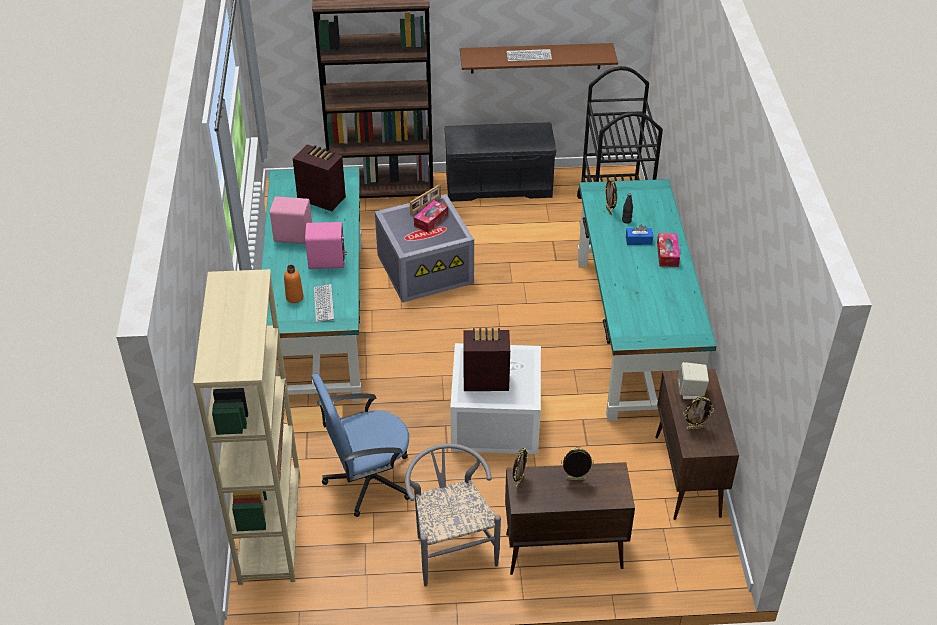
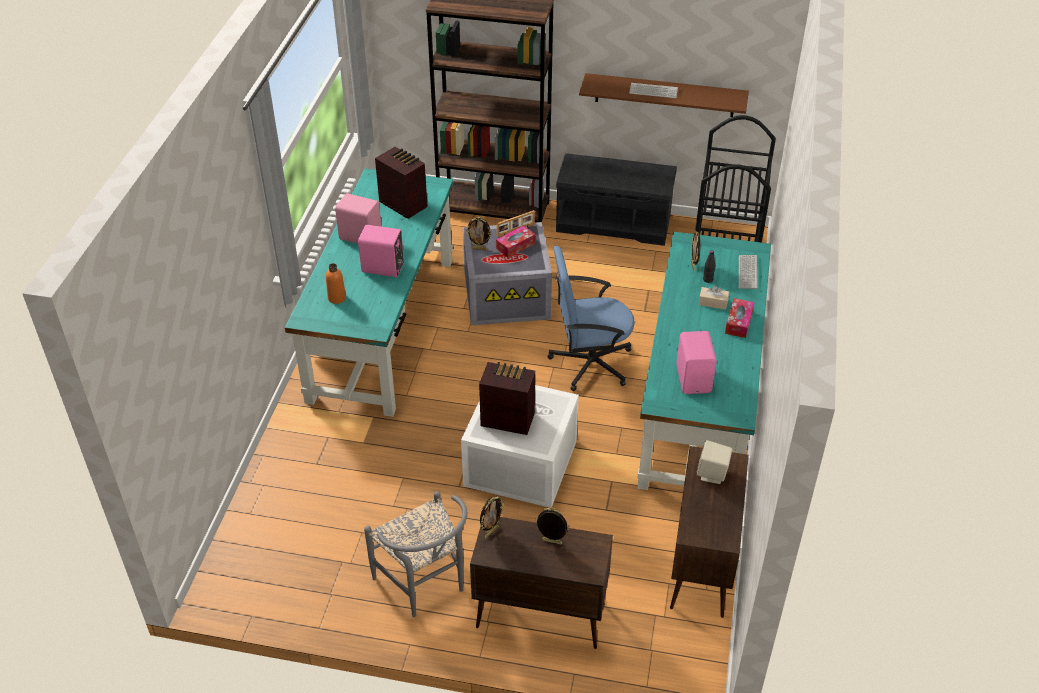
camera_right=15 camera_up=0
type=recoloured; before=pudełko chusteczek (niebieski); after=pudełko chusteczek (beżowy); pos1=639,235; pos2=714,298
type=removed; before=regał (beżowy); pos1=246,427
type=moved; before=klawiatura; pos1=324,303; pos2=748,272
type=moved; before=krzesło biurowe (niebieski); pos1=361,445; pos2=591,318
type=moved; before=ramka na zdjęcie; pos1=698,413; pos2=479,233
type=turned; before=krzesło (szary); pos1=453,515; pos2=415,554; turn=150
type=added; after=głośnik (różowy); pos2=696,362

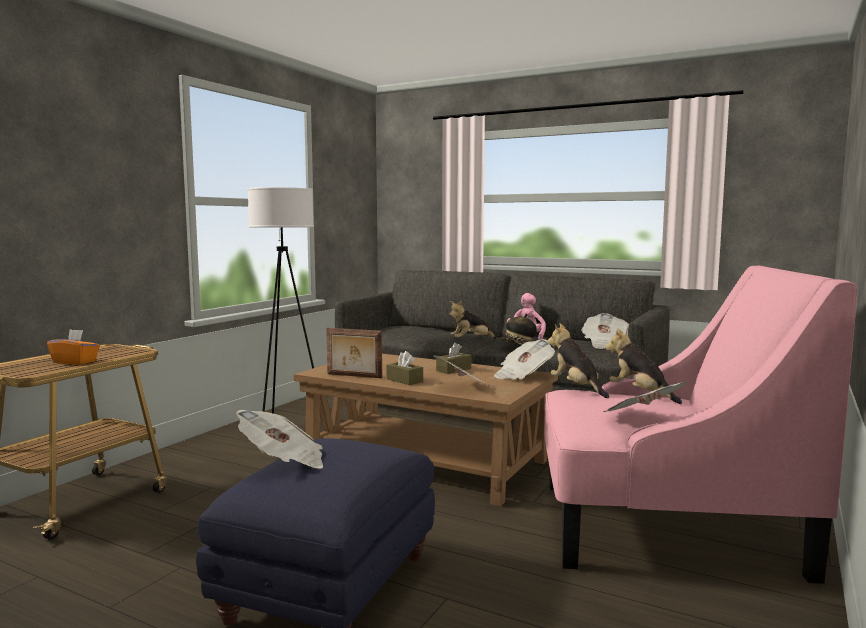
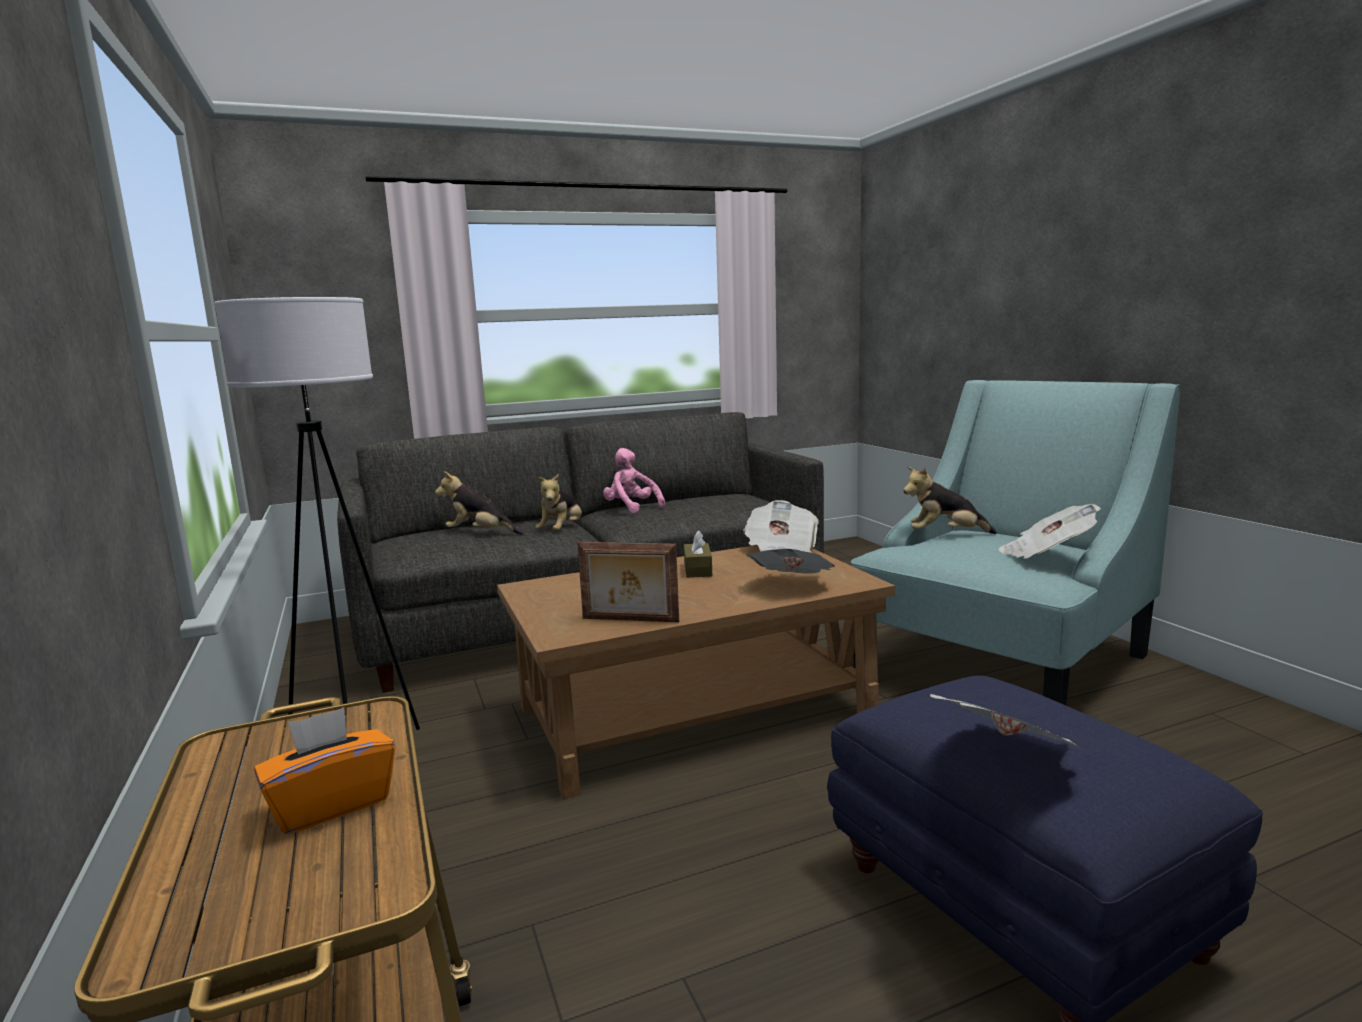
camera_right=-50 camera_up=5
type=recoloured; before=fotel (różowy); after=fotel (turkusowy); pos1=700,425; pos2=1015,542
type=removed; before=kapelusz; pos1=518,329
type=removed; before=gazeta; pos1=605,331
type=moved; before=pluszak; pos1=578,361; pos2=479,503
type=turned; before=ramka na zdjęcie; pos1=354,353; pos2=628,582; turn=45
type=removed; before=pudełko chusteczek (brązowy); pos1=405,368

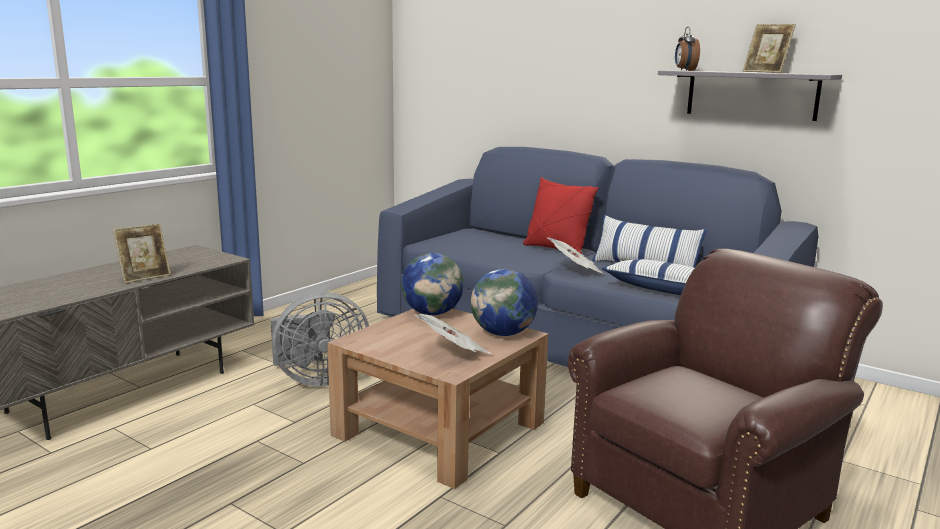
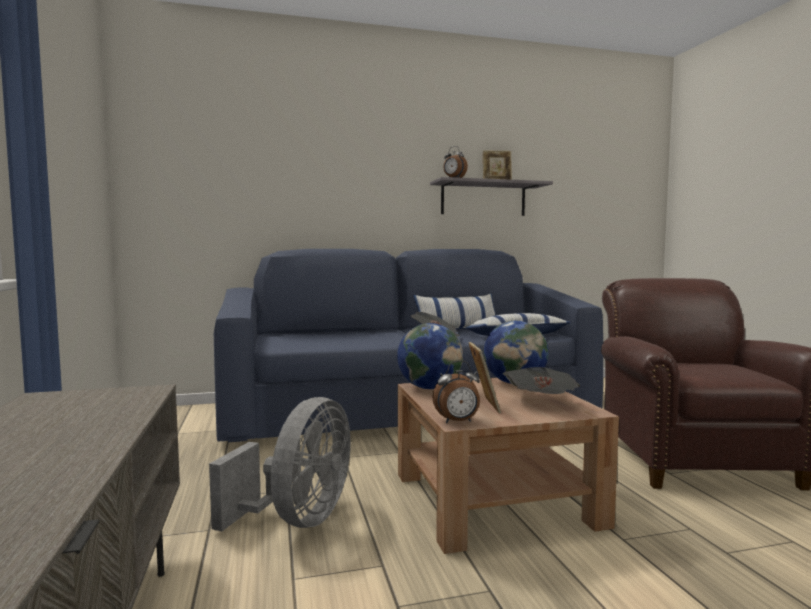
camera_right=-50 camera_up=-10
type=removed; before=poduszka (czerwony); pos1=561,215
type=moved; before=ramka na zdjęcie; pos1=142,254; pos2=485,378
type=added; after=budzik; pos2=456,391

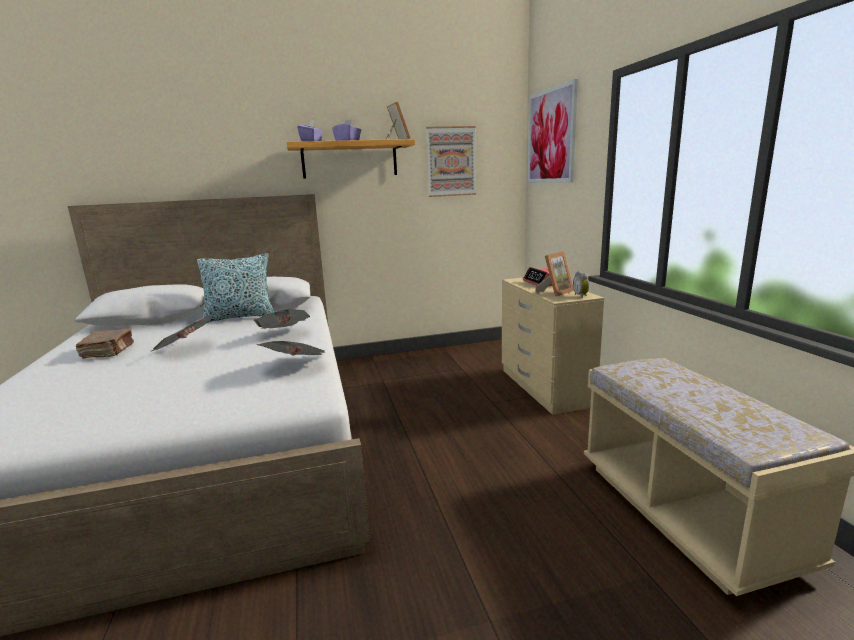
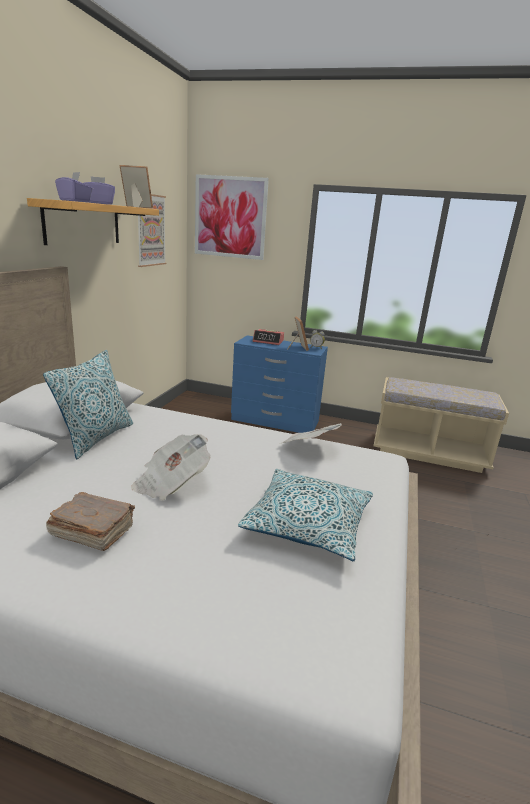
camera_right=-60 camera_up=5
type=recoloured; before=komoda (beżowy); after=komoda (niebieski); pos1=553,346; pos2=279,384
type=removed; before=gazeta; pos1=281,319
type=added; after=poduszka; pos2=305,515

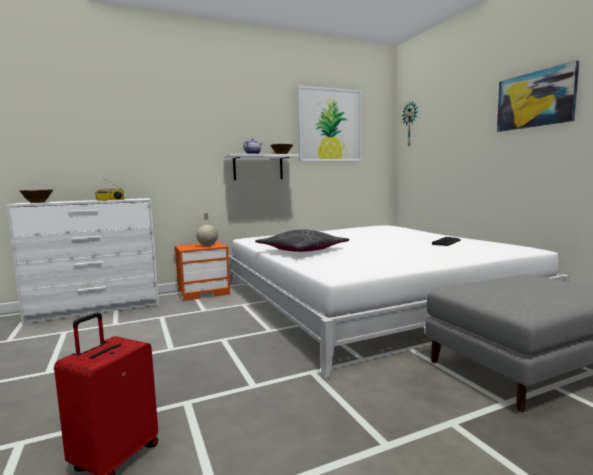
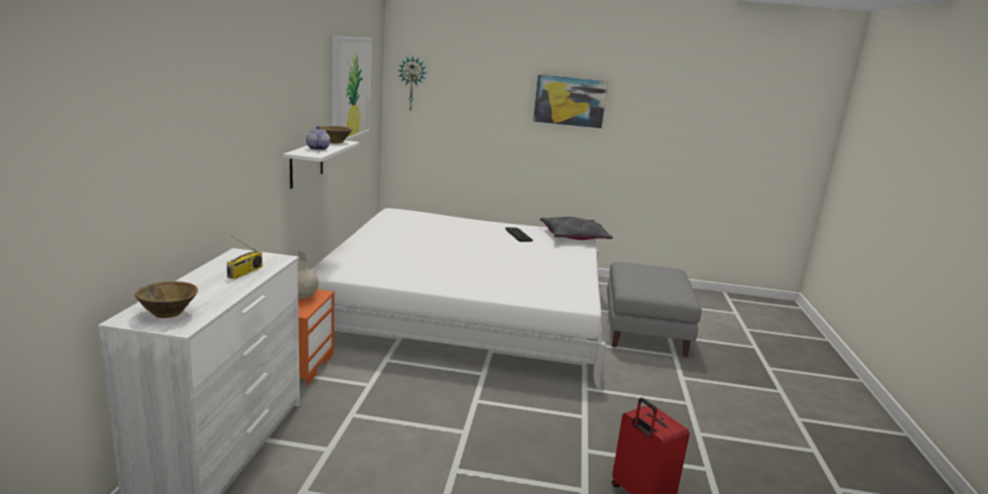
camera_right=-60 camera_up=10
type=moved; before=poduszka (szary); pos1=302,240; pos2=576,228

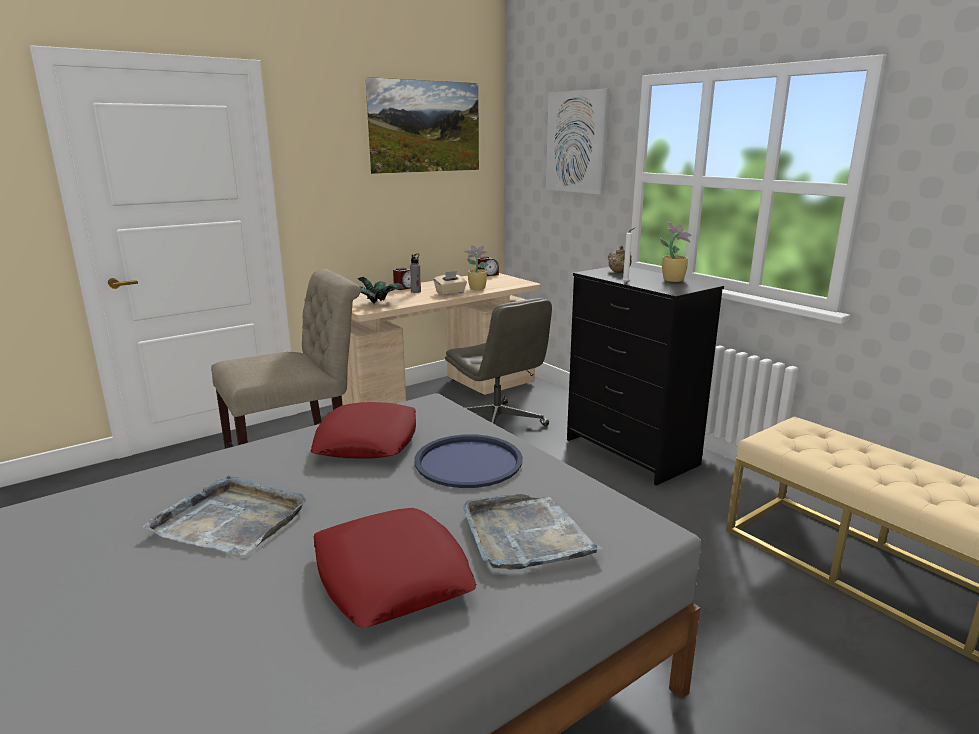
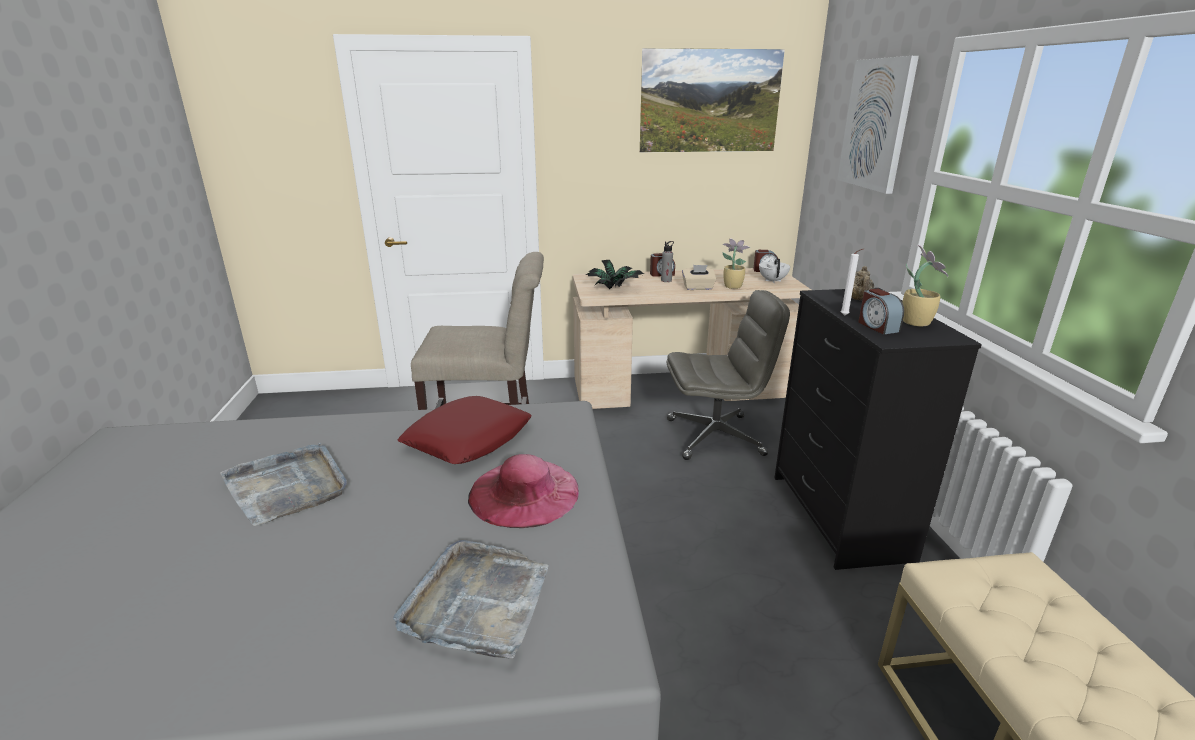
camera_right=30 camera_up=5
type=turned; before=krzesło biurowe (szary); pos1=498,362; pos2=728,375; turn=-90
type=replaced; before=taca (niebieski); after=kapelusz (różowy); pos1=468,461; pos2=523,491
type=removed; before=poduszka (czerwony); pos1=394,568
type=added; after=imbryk (biały); pos2=774,271
type=added; after=budzik; pos2=881,312

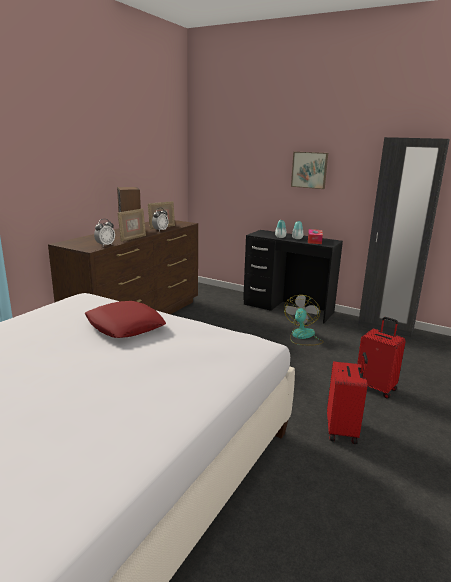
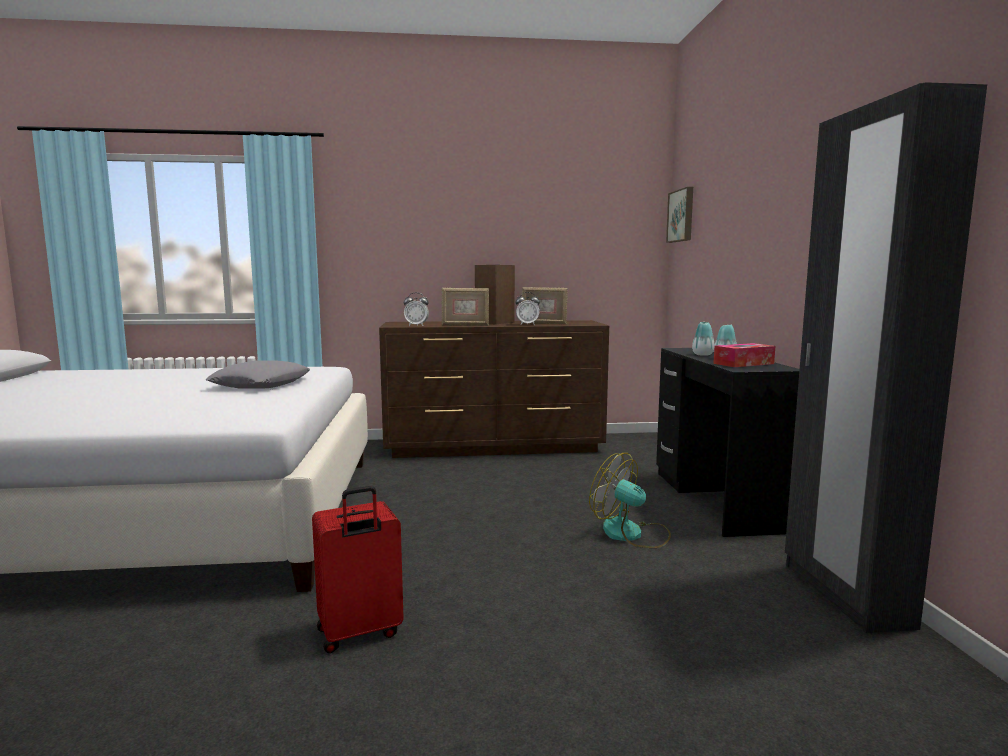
camera_right=55 camera_up=-10
type=moved; before=obraz; pos1=309,170; pos2=679,215
type=turned; before=wentylator; pos1=304,320; pos2=630,500; turn=-120
type=recoloured; before=poduszka (czerwony); after=poduszka (szary); pos1=125,319; pos2=257,374
type=removed; before=walizka (czerwony); pos1=381,357

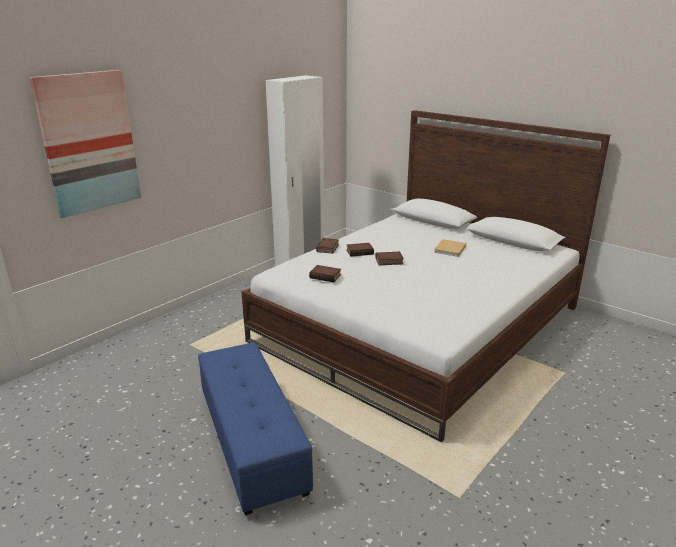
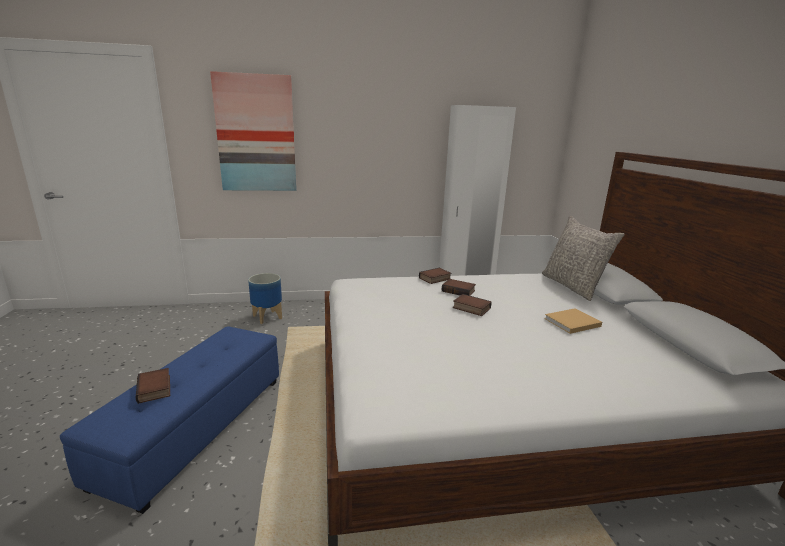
camera_right=40 camera_up=-5
type=moved; before=książka; pos1=325,273; pos2=153,386
type=added; after=poduszka (szary); pos2=583,258
type=added; after=donica; pos2=265,298

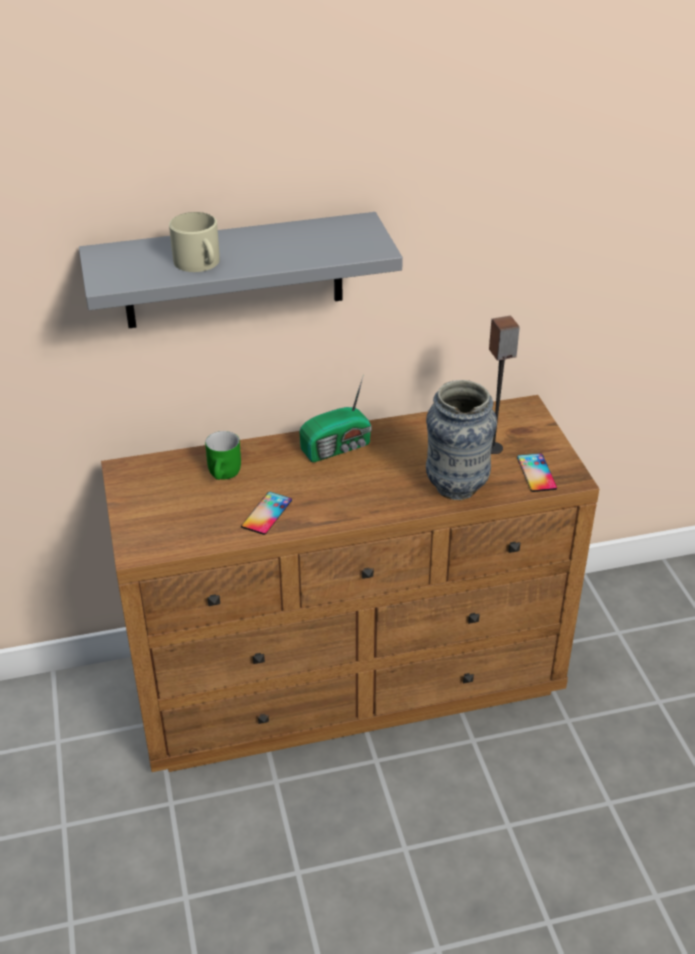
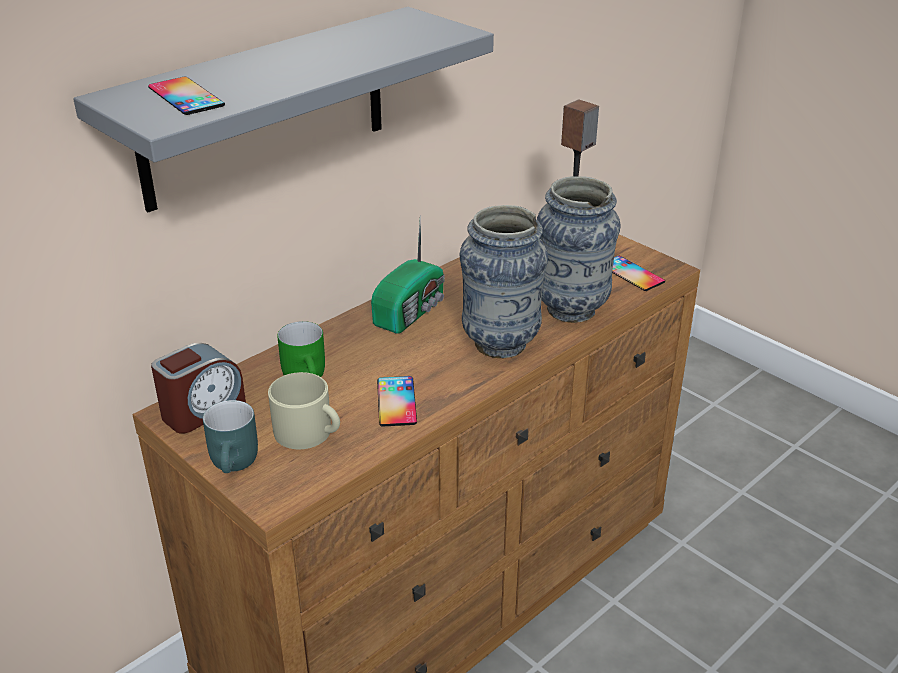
camera_right=-30 camera_up=-5
type=moved; before=kubek (beżowy); pos1=194,242; pos2=304,410
type=added; after=telefon; pos2=186,96
type=added; after=wazon; pos2=504,281
type=added; after=budzik; pos2=198,388
type=added; after=kubek (turkusowy); pos2=230,436

